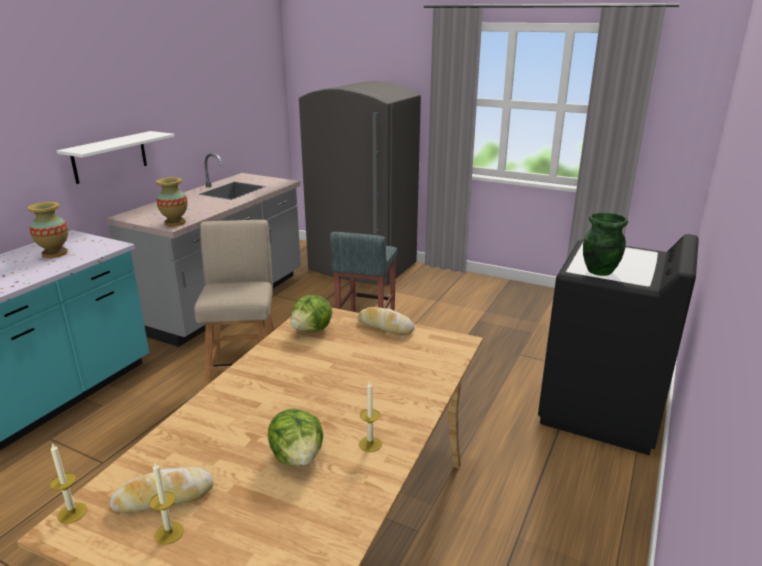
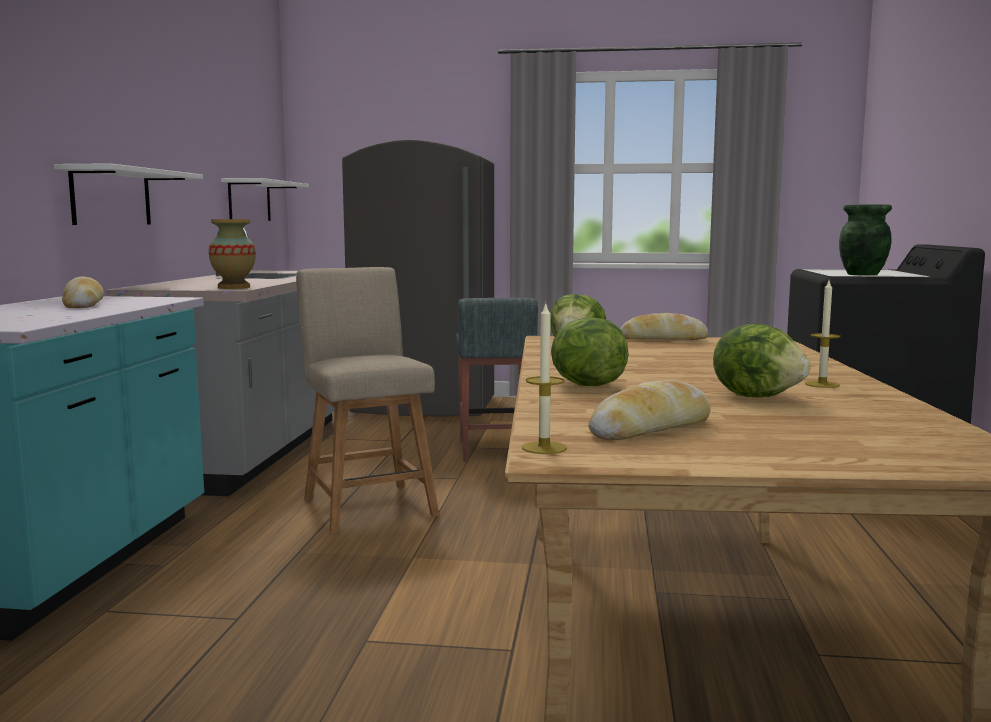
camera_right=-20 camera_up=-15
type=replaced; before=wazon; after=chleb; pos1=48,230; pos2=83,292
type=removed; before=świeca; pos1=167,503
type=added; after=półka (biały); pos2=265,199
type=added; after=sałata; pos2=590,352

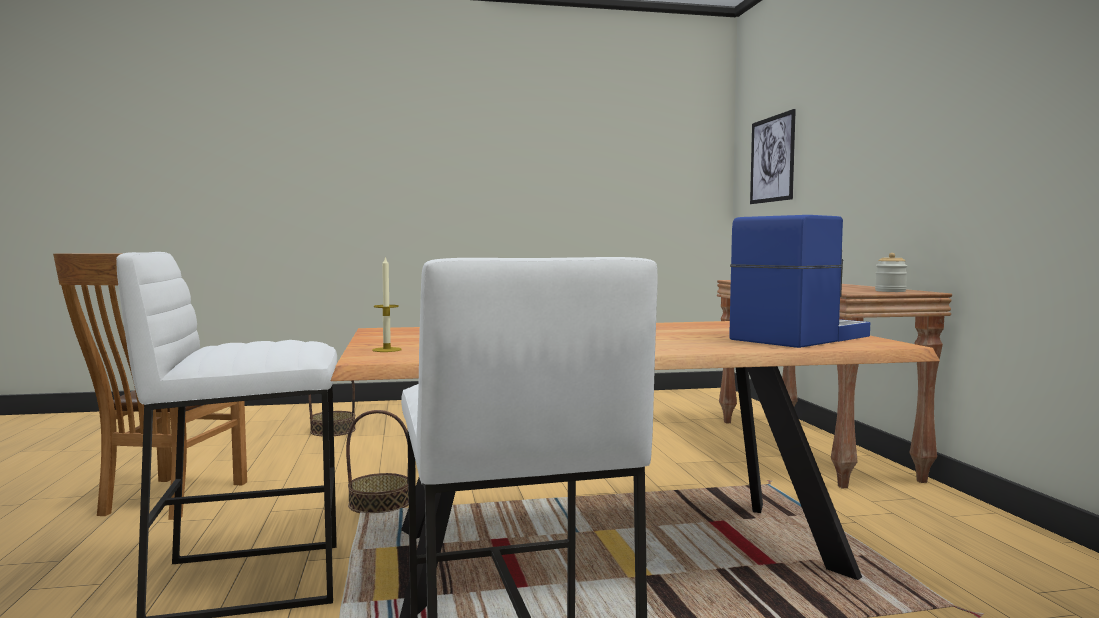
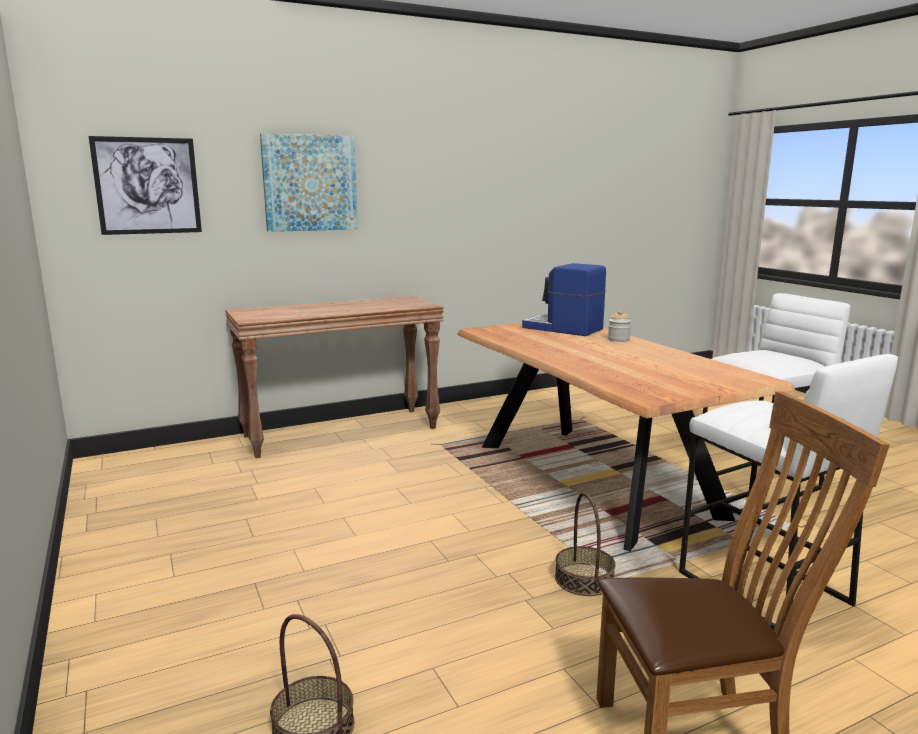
camera_right=-105 camera_up=10
type=moved; before=słoik; pos1=891,272; pos2=619,326
type=removed; before=świeca; pos1=387,304
type=added; after=obraz; pos2=309,182

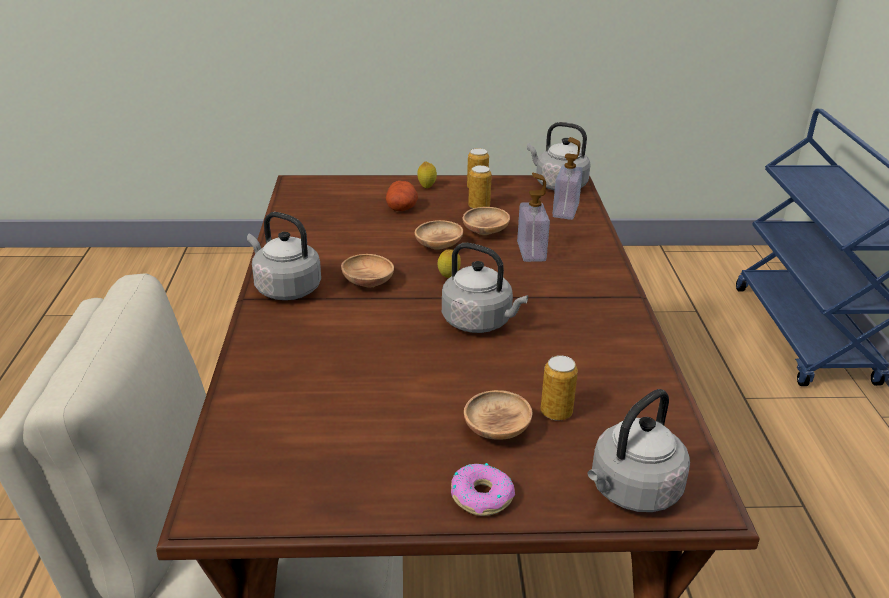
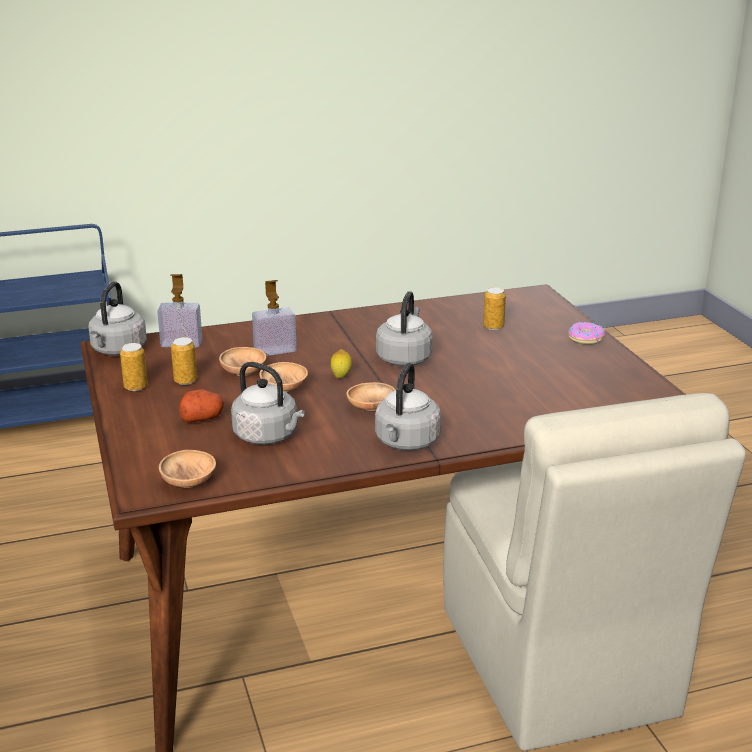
camera_right=-105 camera_up=-5
type=removed; before=cytryna; pos1=427,174
type=moved; before=czajnik (szary); pos1=639,450; pos2=268,403
type=moved; before=miska (brązowy); pos1=498,415; pos2=187,469

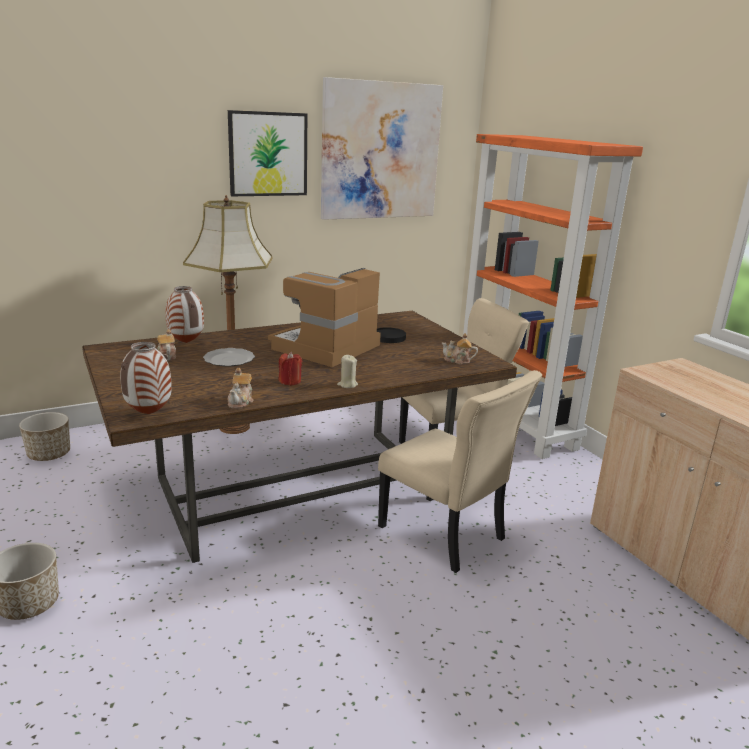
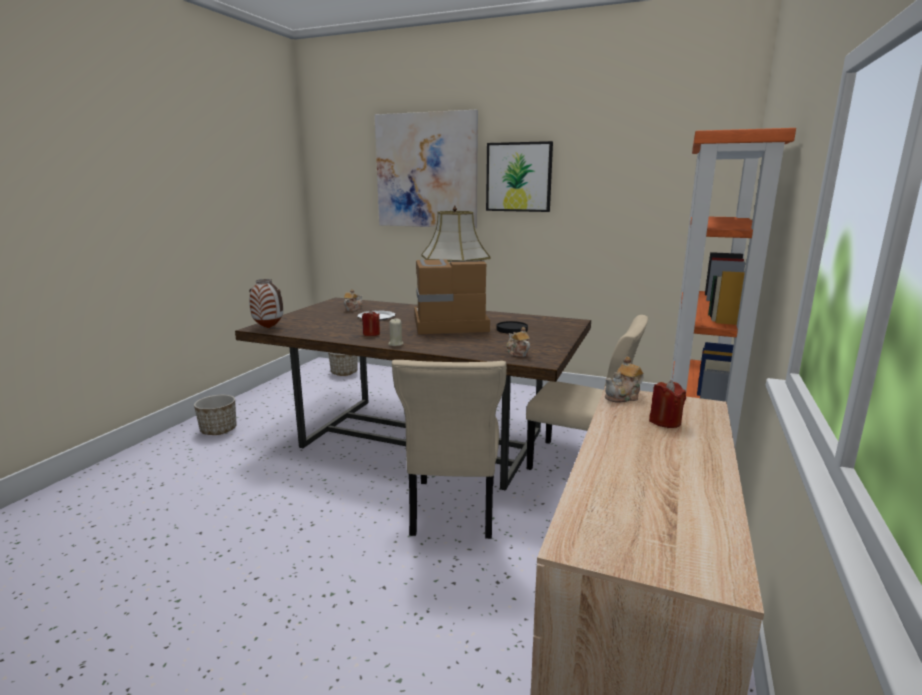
camera_right=50 camera_up=-5
type=moved; before=obraz; pos1=382,148; pos2=426,169
type=removed; before=wazon; pos1=184,314
type=moved; before=imbryk; pos1=240,388; pos2=624,380
type=added; after=świeca (czerwony); pos2=667,404

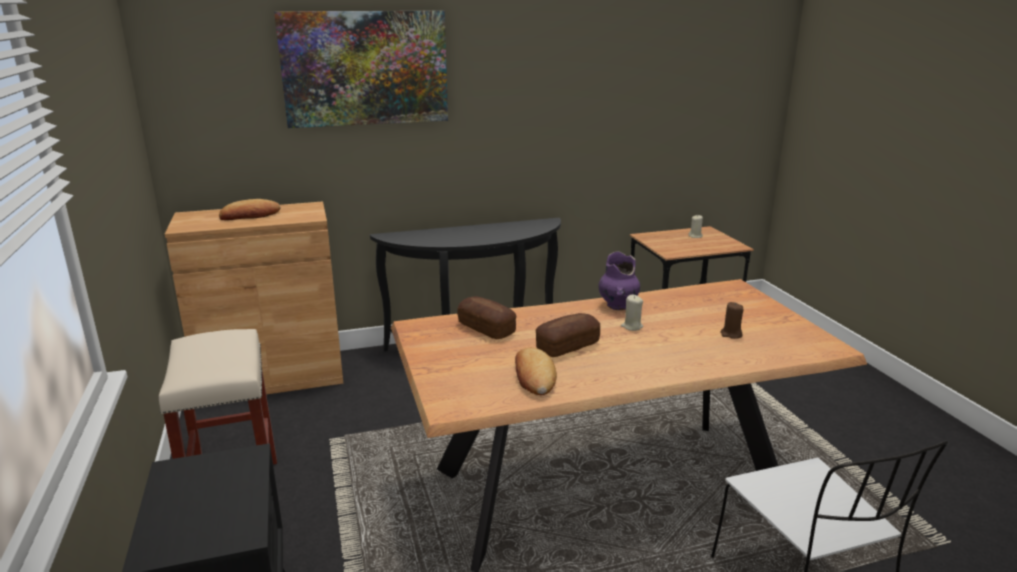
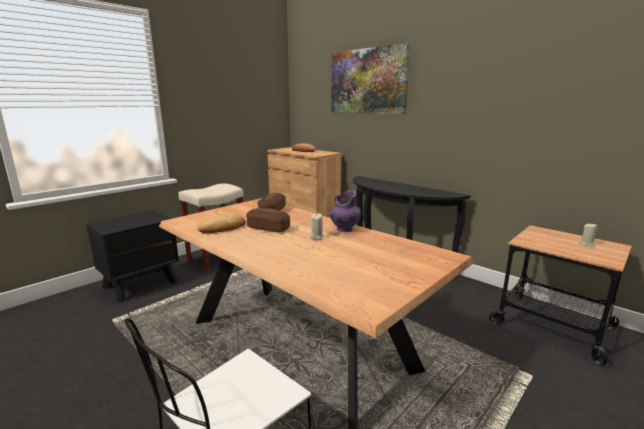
camera_right=60 camera_up=-5
type=removed; before=świeca (brązowy); pos1=732,320

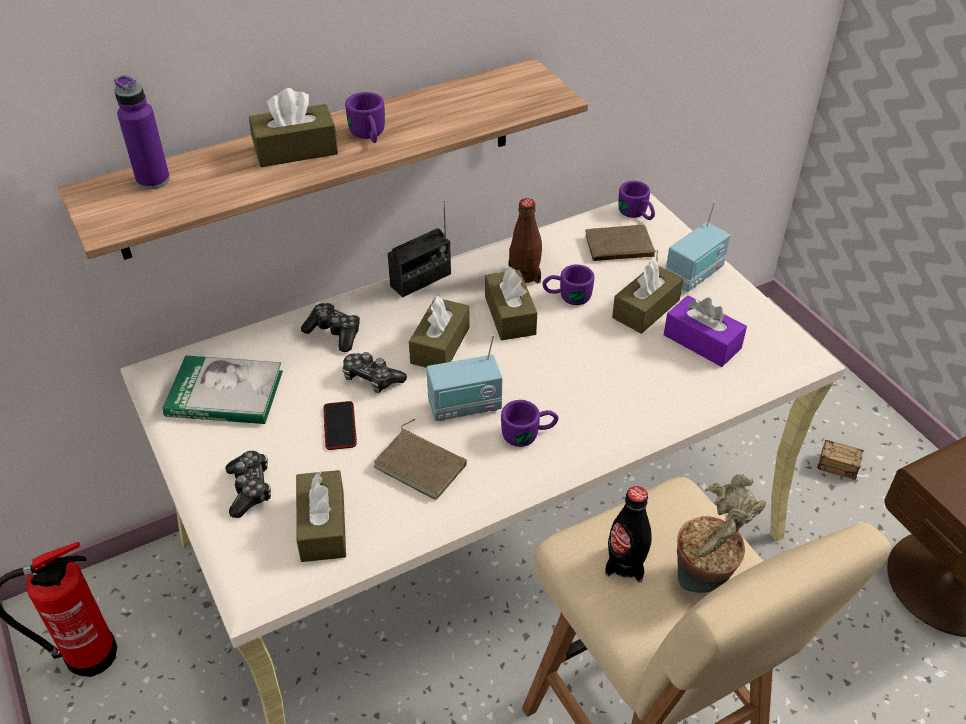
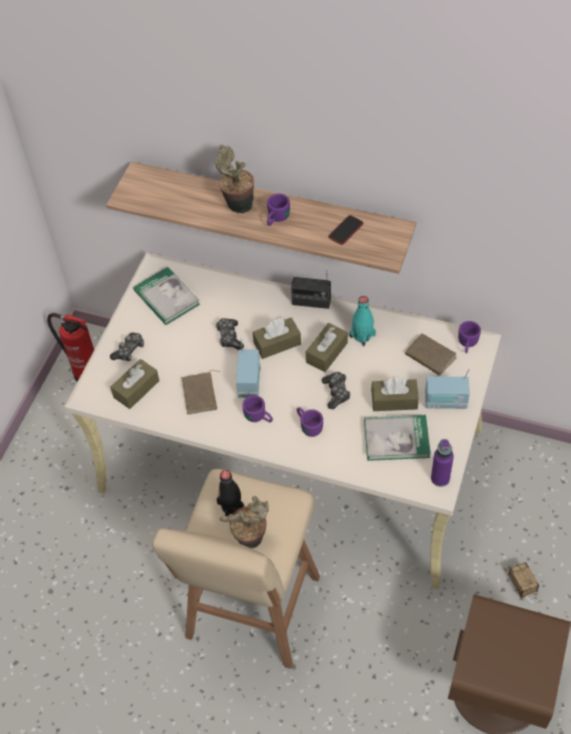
camera_right=50 camera_up=10
type=moved; before=butelka (fioletowy); pos1=142,133; pos2=442,463
type=replaced; before=pudełko chusteczek (brązowy); after=roślina doniczkowa; pos1=293,127; pos2=234,178
type=recoloured; before=butelka (brązowy); after=butelka (turkusowy); pos1=525,241; pos2=362,321
type=moved; before=kubek (fioletowy); pos1=568,284; pos2=310,422
type=replaced; before=pudełko chusteczek (fioletowy); after=książka; pos1=705,331; pos2=397,438
type=moved; before=pad do gier; pos1=330,327; pos2=336,390
type=turned; before=radio; pos1=464,378; pos2=248,368; turn=-120
type=moved; before=telefon; pos1=340,425; pos2=345,230

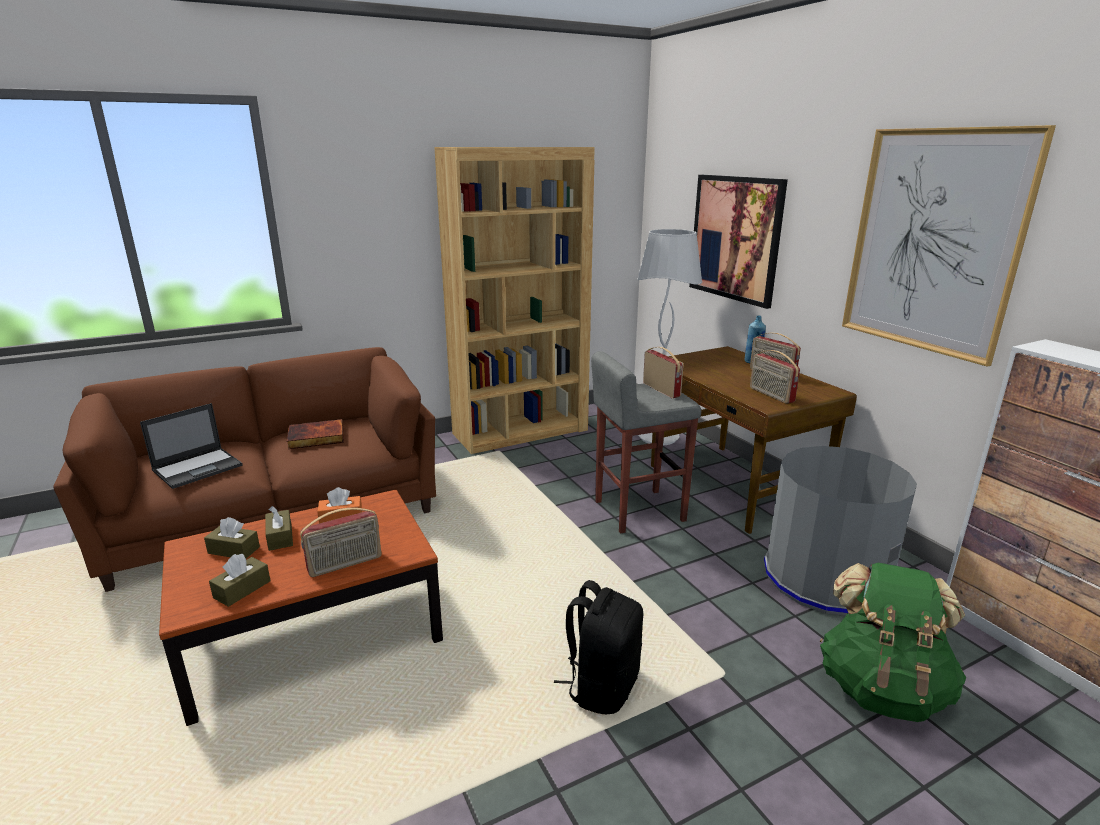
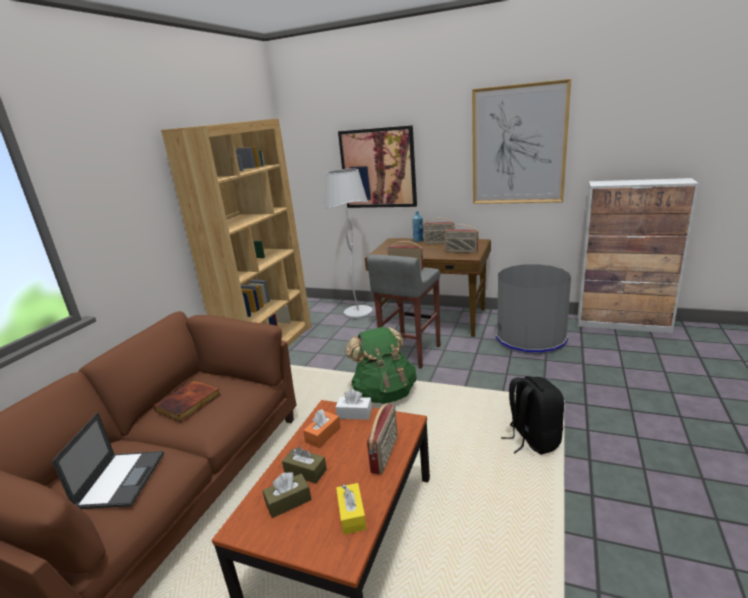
camera_right=-40 camera_up=0
type=recoloured; before=pudełko chusteczek (brązowy); after=pudełko chusteczek (żółty); pos1=240,580; pos2=351,509
type=moved; before=plecak (zielony); pos1=893,642; pos2=381,365
type=added; after=pudełko chusteczek (biały); pos2=354,405

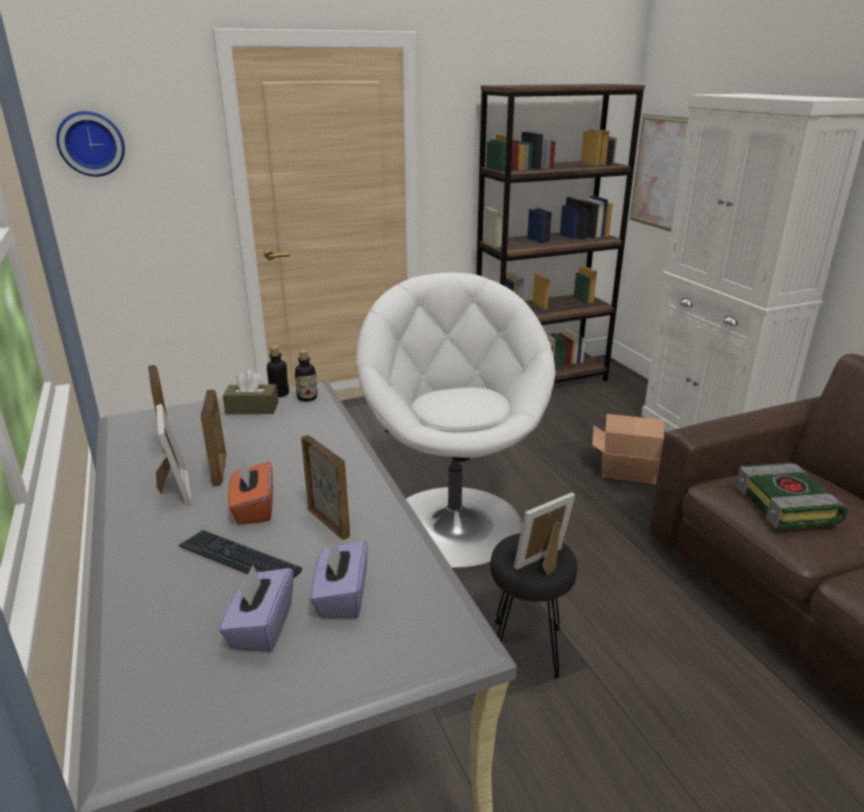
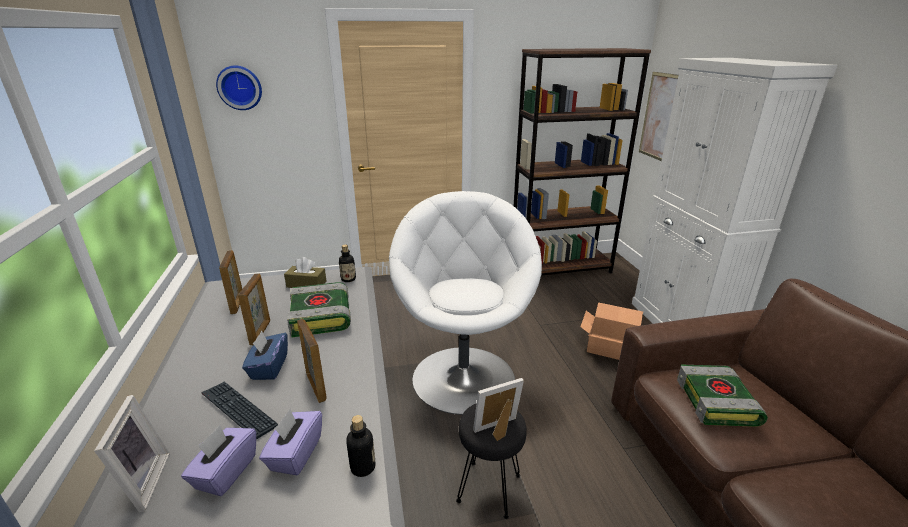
camera_right=10 camera_up=0
type=moved; before=butelka; pos1=278,371; pos2=360,446
type=moved; before=ramka na zdjęcie; pos1=174,454; pos2=132,454
type=recoloured; before=pudełko chusteczek (pomarańczowy); after=pudełko chusteczek (niebieski); pos1=250,492; pos2=265,355
type=added; after=książka; pos2=319,309

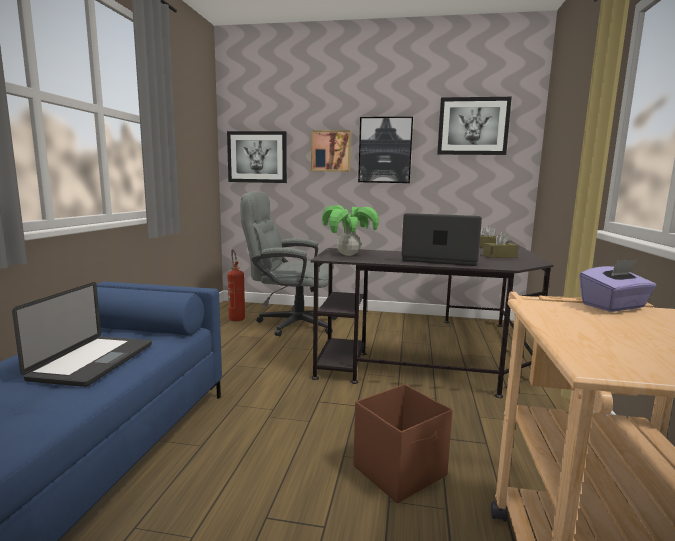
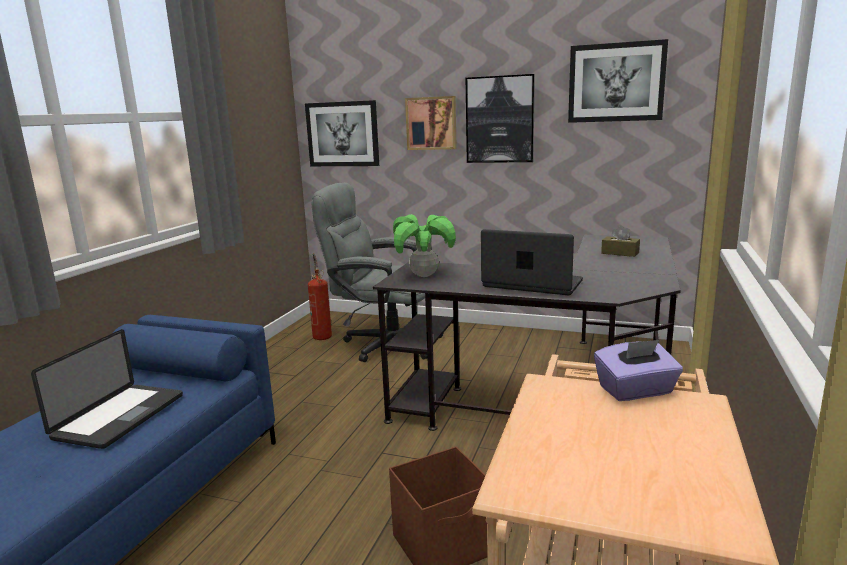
camera_right=10 camera_up=5
type=removed; before=pudełko chusteczek (brązowy); pos1=501,245

